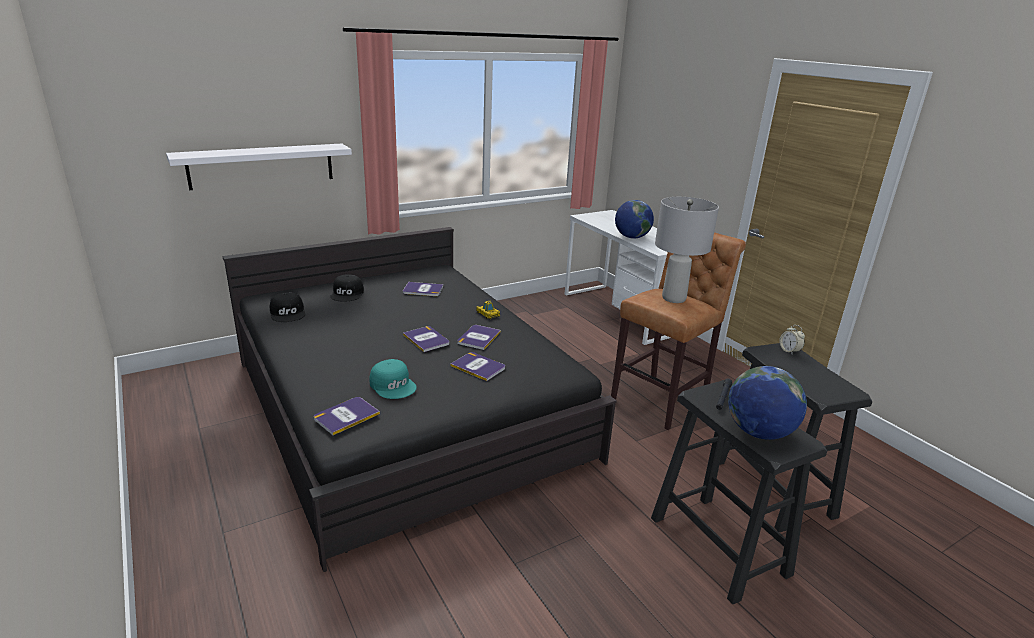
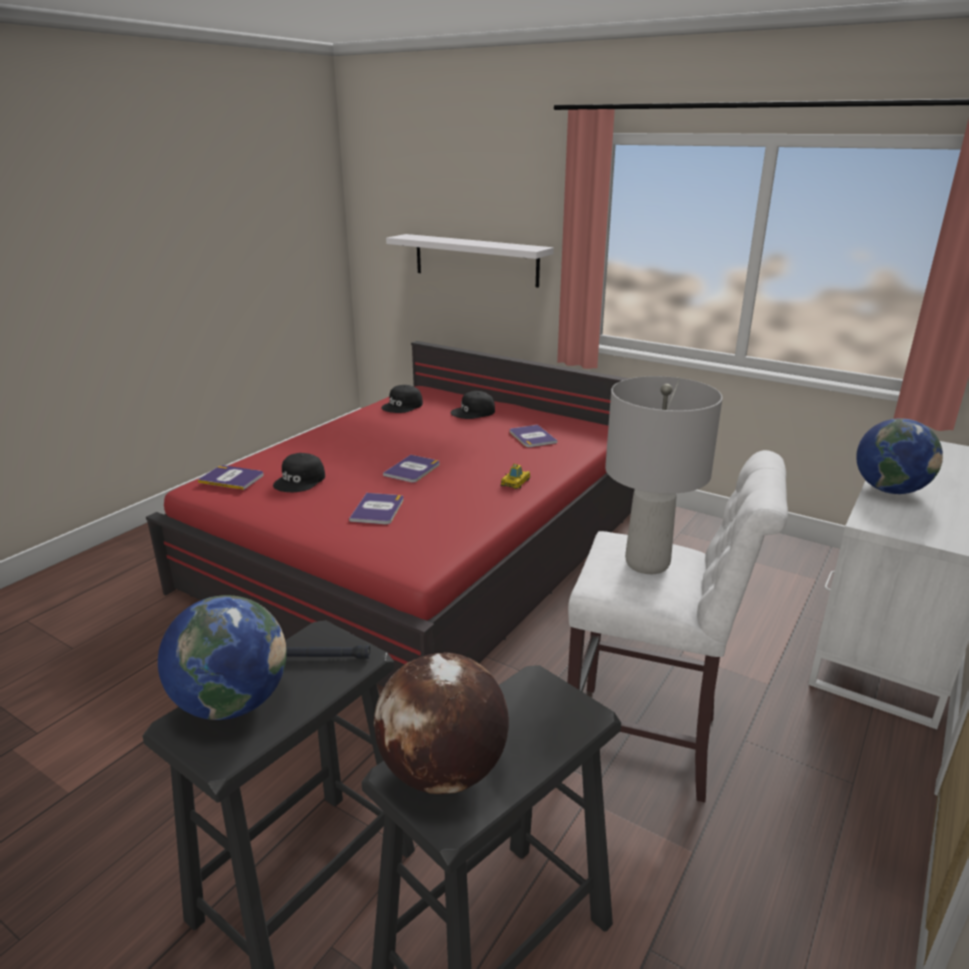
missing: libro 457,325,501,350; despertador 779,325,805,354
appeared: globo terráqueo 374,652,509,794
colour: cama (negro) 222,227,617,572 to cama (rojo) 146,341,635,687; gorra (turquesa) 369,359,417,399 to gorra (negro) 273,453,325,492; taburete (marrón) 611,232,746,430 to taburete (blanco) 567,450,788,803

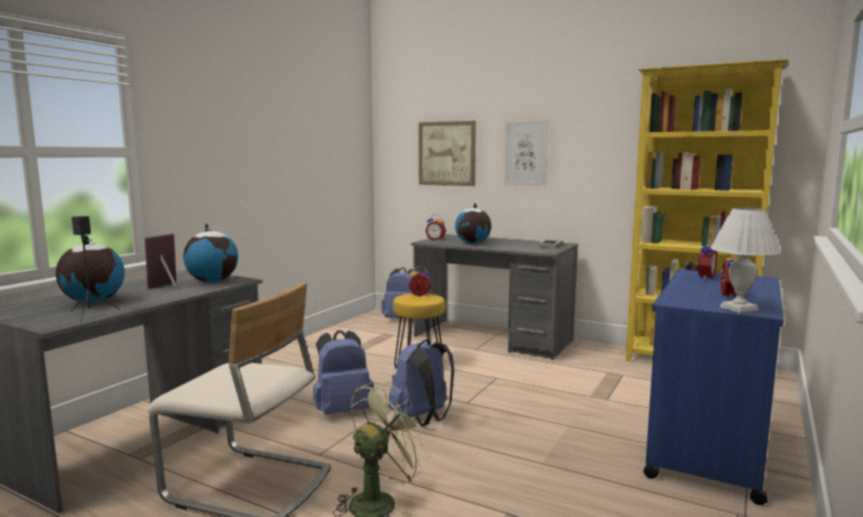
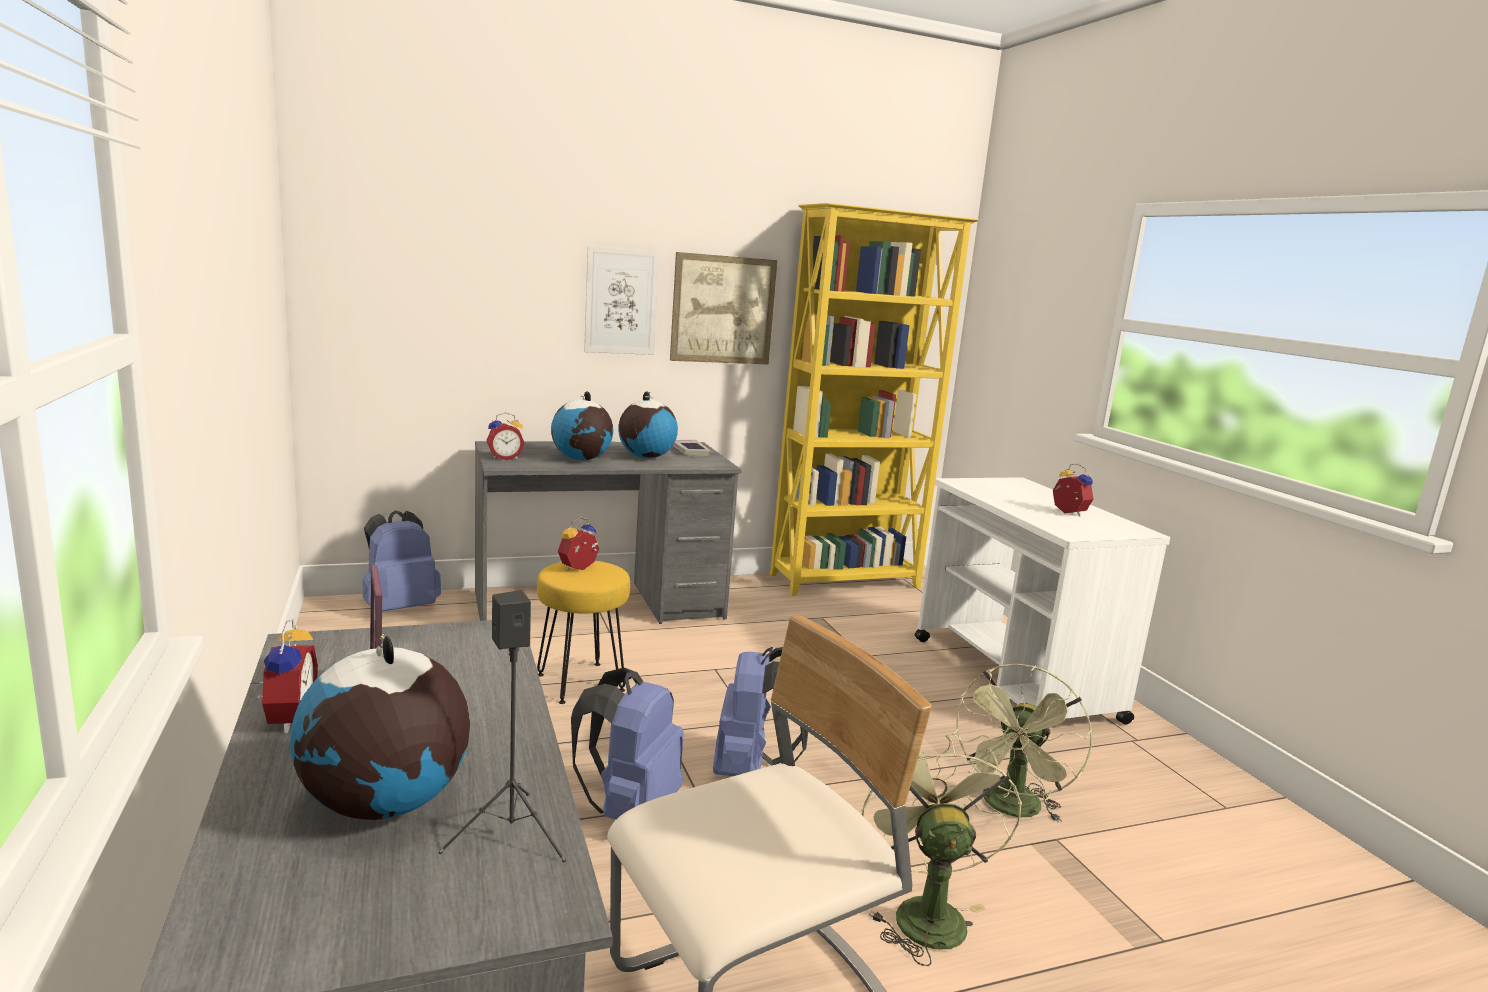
missing: lámpara de mesa (blanco) 711,208,780,313
appeared: ventilador (verde) 952,664,1093,823
relocated: despertador 696,238,717,279 to 252,618,318,733; globo terráqueo 183,224,238,283 to 618,392,678,459; cuadro 419,121,476,186 to 670,252,777,364
colour: carrito (azul) 643,269,784,505 to carrito (blanco) 914,477,1170,729

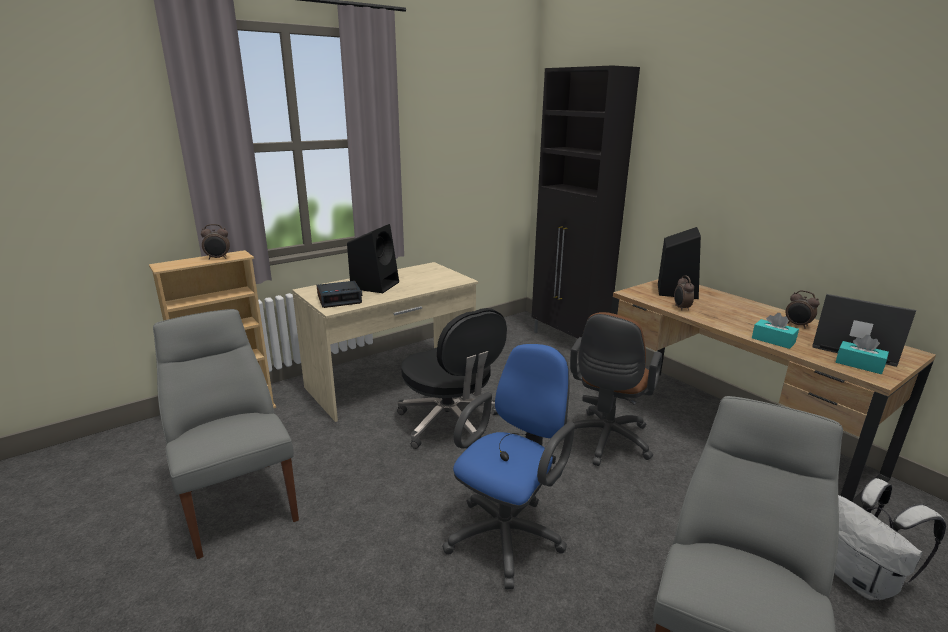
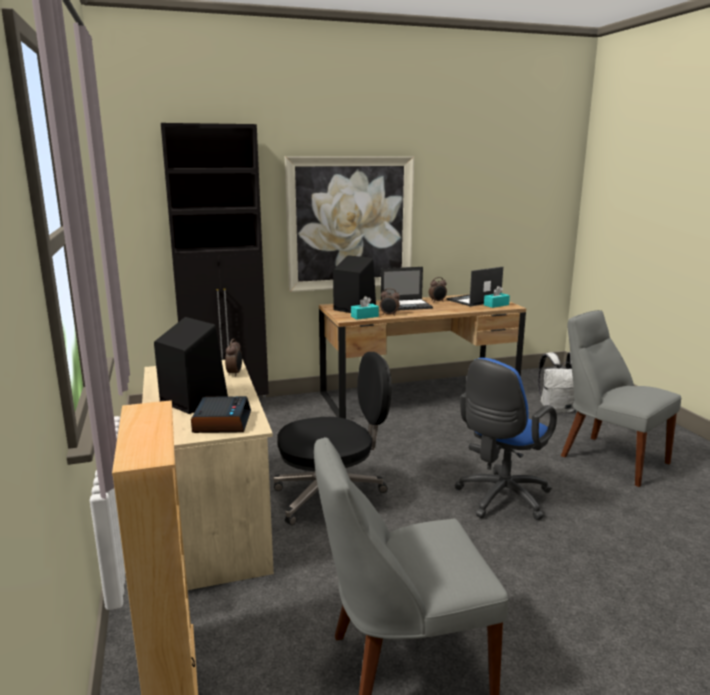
missing: silla de oficina (marrón) 564,312,662,466
appeared: cuadro 285,156,414,292; portátil 381,267,433,311
relocated: despertador 201,224,230,260 to 225,339,242,377; caja de pañuelos (turquesa) 752,313,799,349 to 351,296,379,320
spun: silla de oficina (azul) 442,344,575,589 = 455,358,557,520 105 degrees counterclockwise

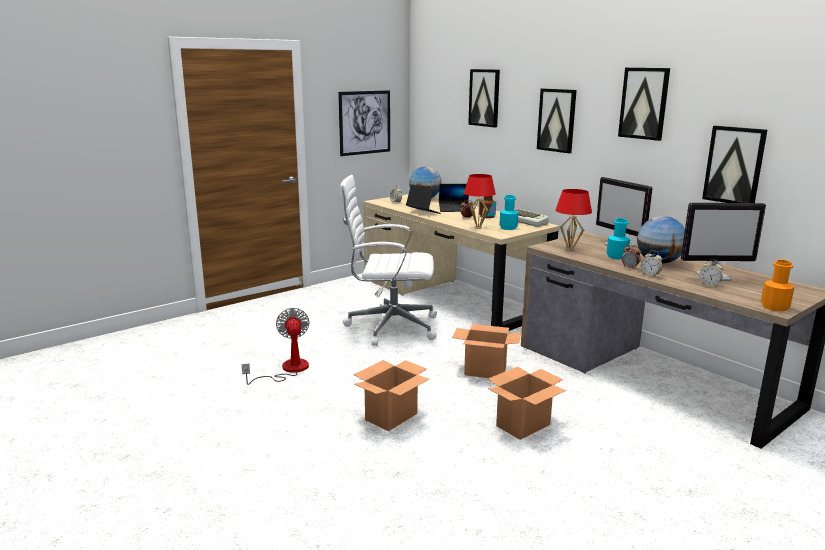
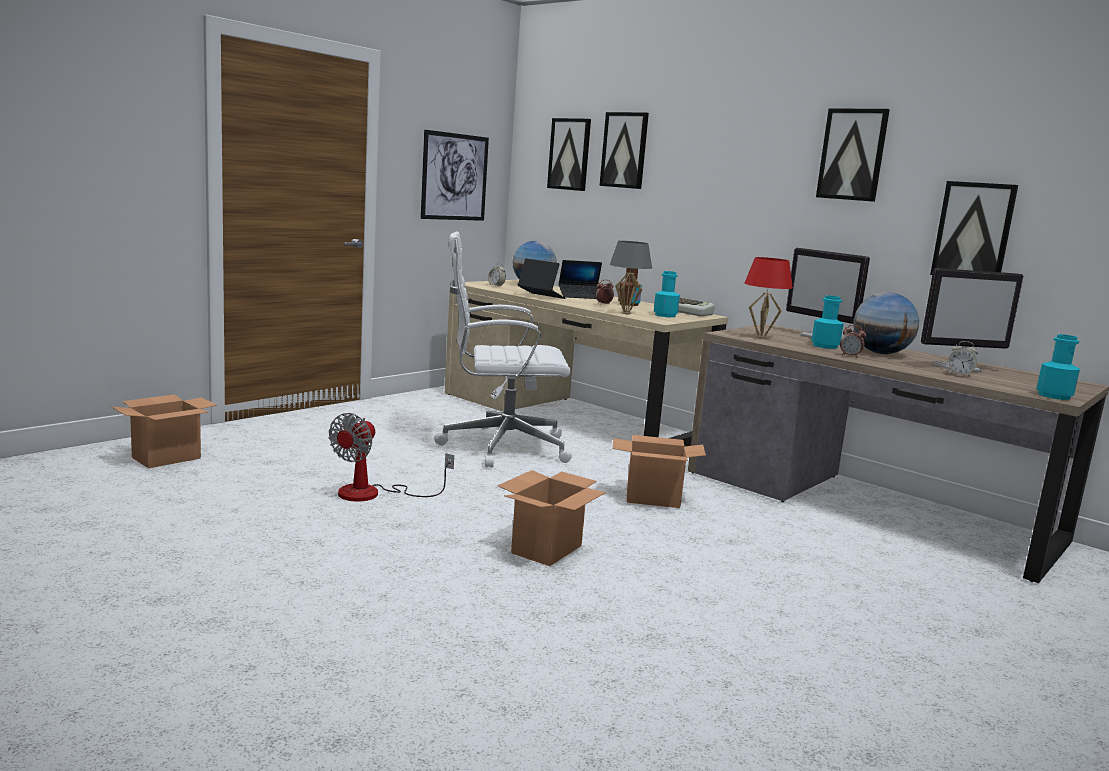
missing: despertador 640,251,663,277
relocated: caja de cartón 488,367,566,440 to 111,394,218,468; cuadro 537,89,577,153 to 547,118,591,191
colour: lámpara de mesa (rojo) 464,174,496,229 to lámpara de mesa (gris) 610,241,652,314; botella (naranja) 761,260,794,311 to botella (turquesa) 1036,334,1080,400
spun: ventilador 242,308,310,385 = 329,413,454,502 135 degrees counterclockwise

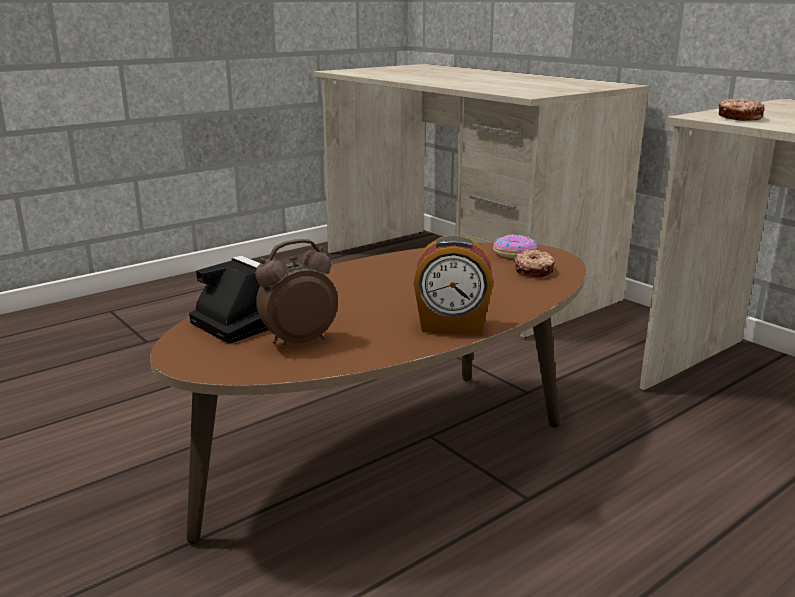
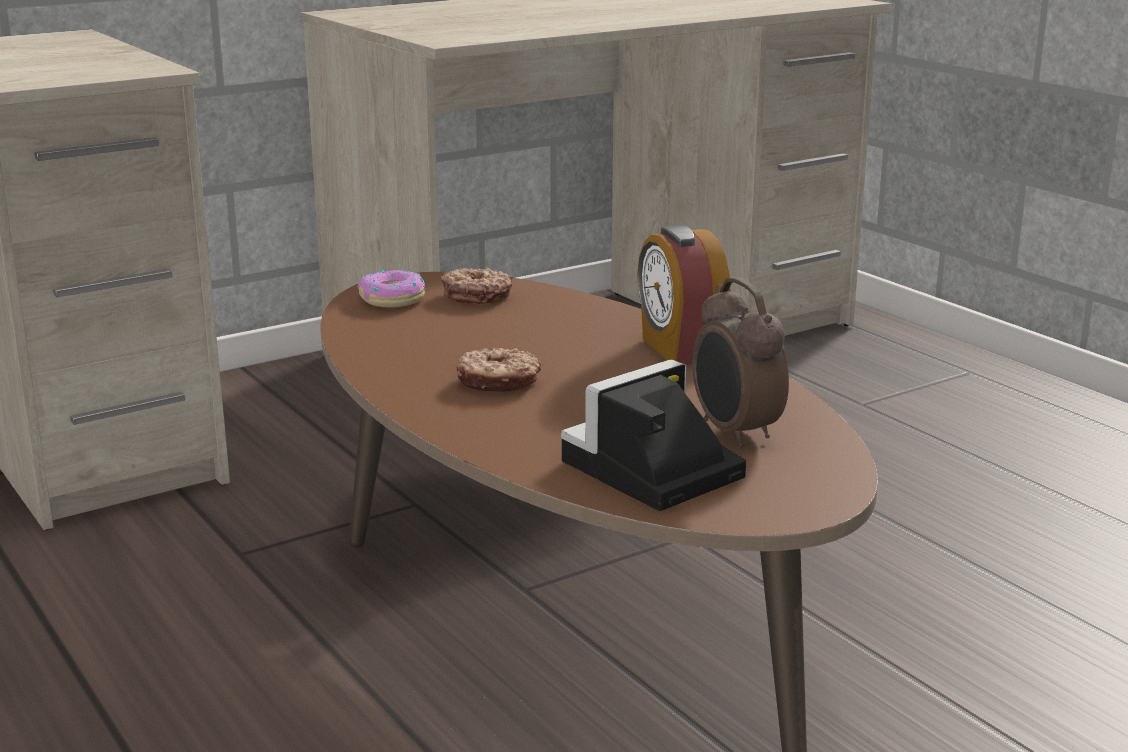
relocated: rosquilla 718,99,765,121 to 456,348,541,392
spun: despertador 413,235,493,334 = 637,225,731,364 150 degrees clockwise

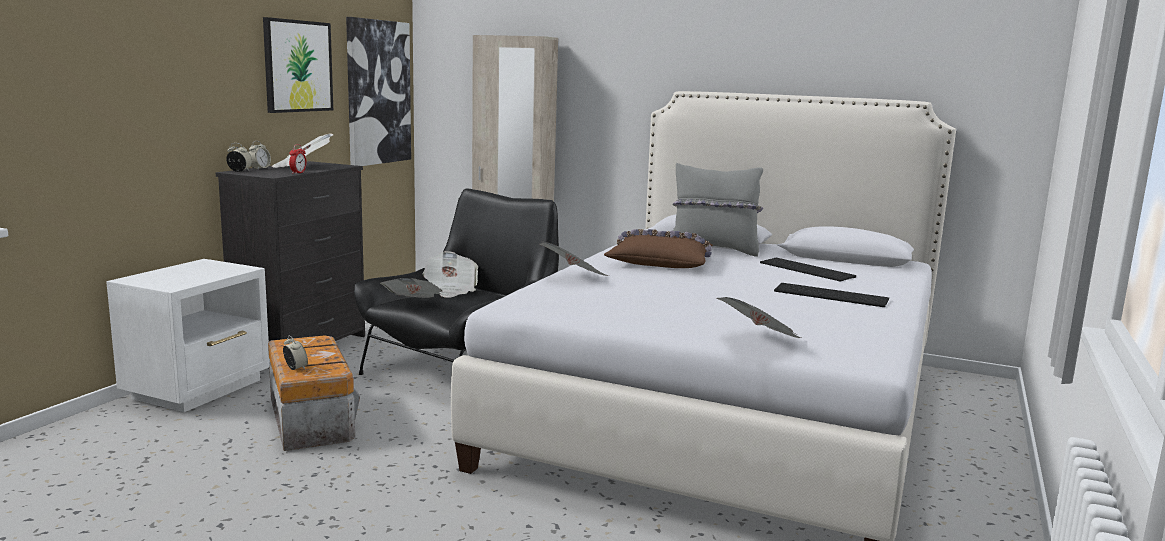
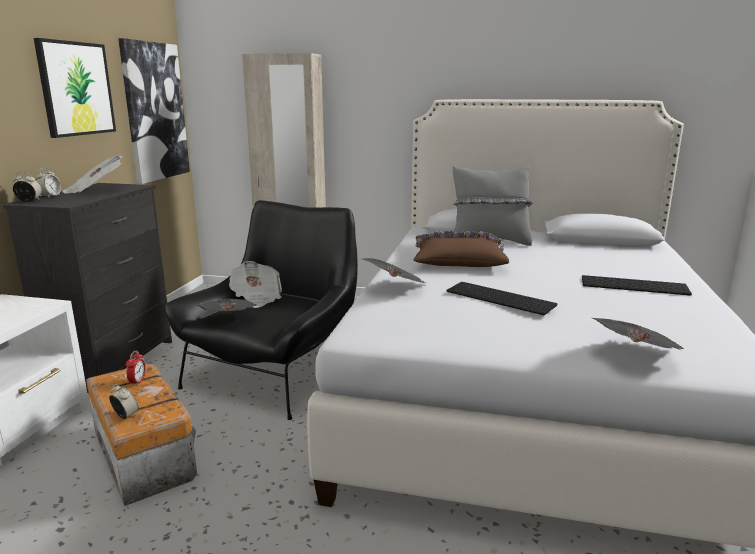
relocated: despertador 289,144,307,174 to 126,351,145,386; teclado 760,258,856,281 to 446,282,557,315

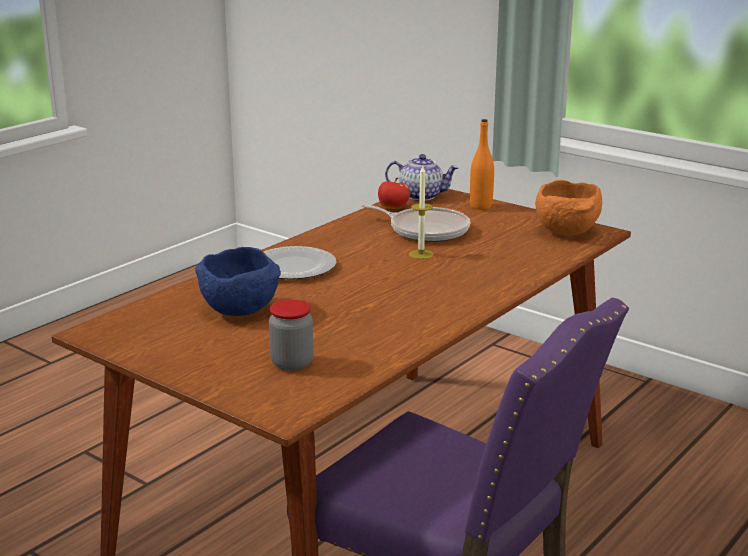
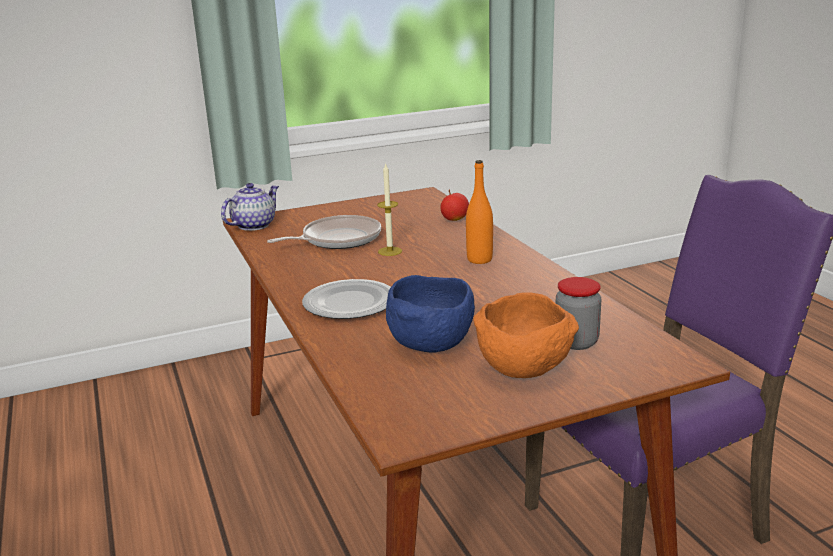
relocated: manzana 378,177,410,209 to 440,189,469,221; botella (naranja) 470,119,494,210 to 466,160,493,264; cuenco (naranja) 535,180,602,236 to 473,293,579,378

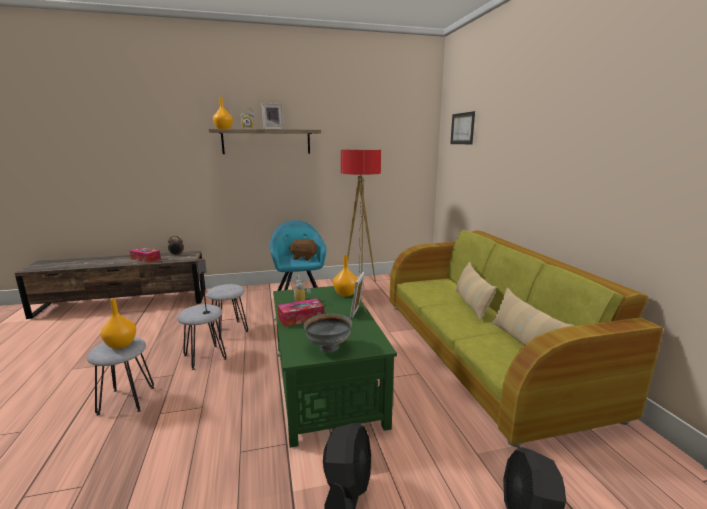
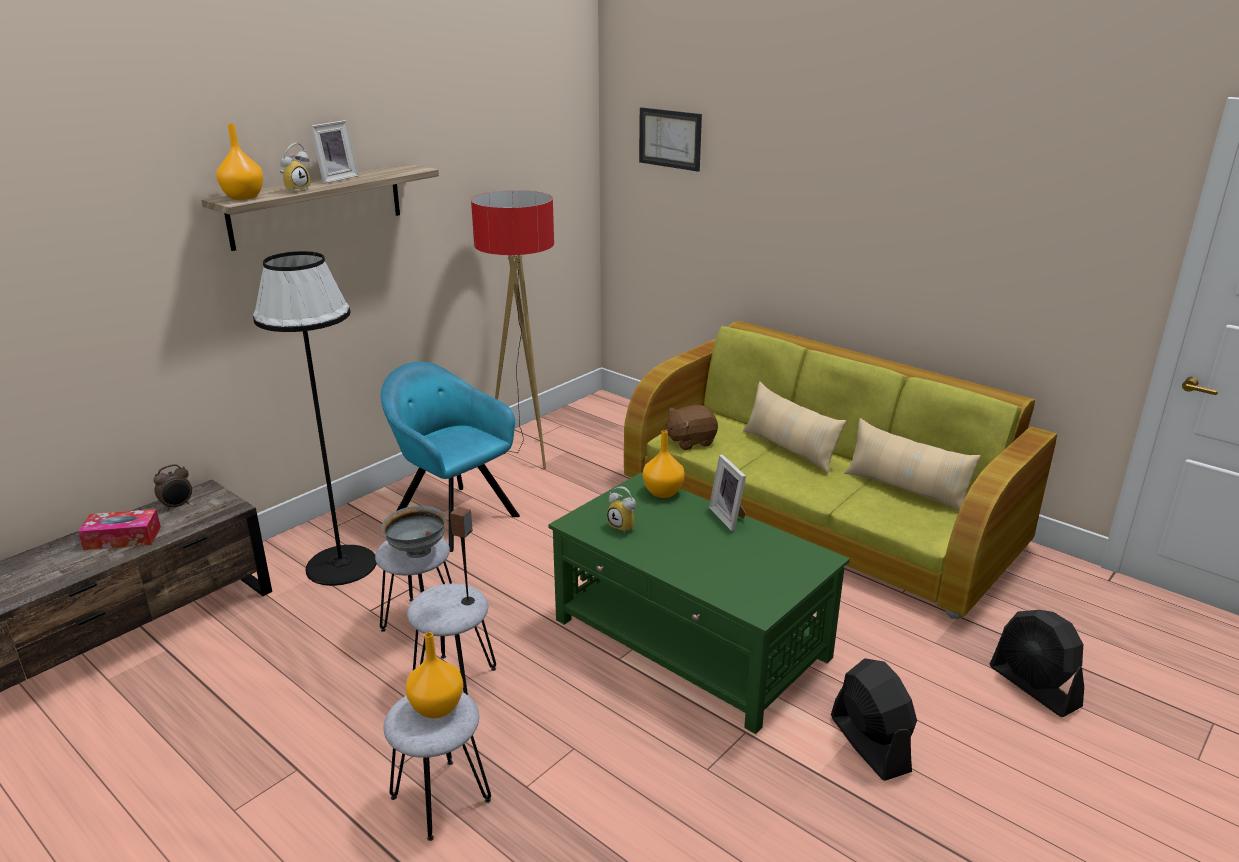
missing: caja de pañuelos 278,298,324,327
appeared: lámpara de pie (negro) 253,251,377,586
relocated: cuenco (gris) 303,313,352,352 to 381,506,446,558; peluche (marrón) 289,239,318,261 to 665,405,718,450

